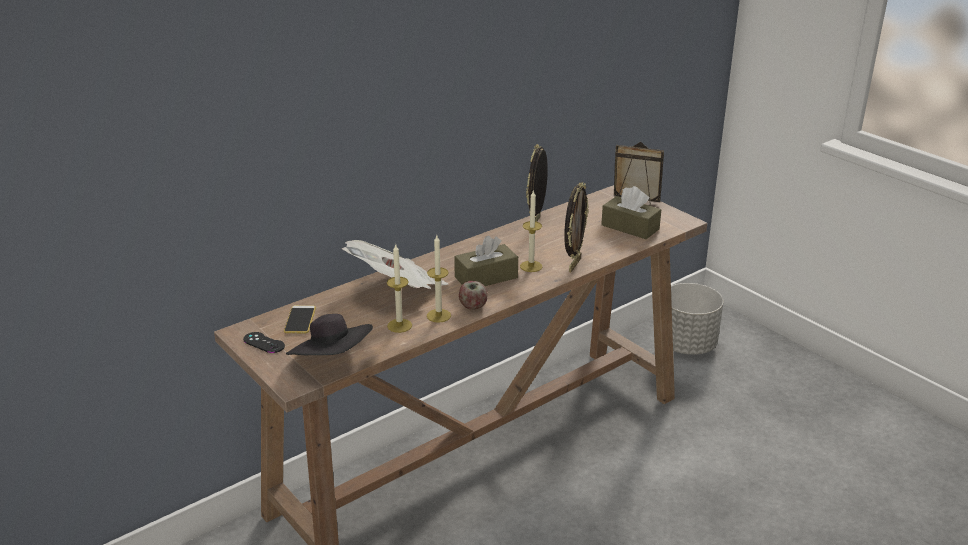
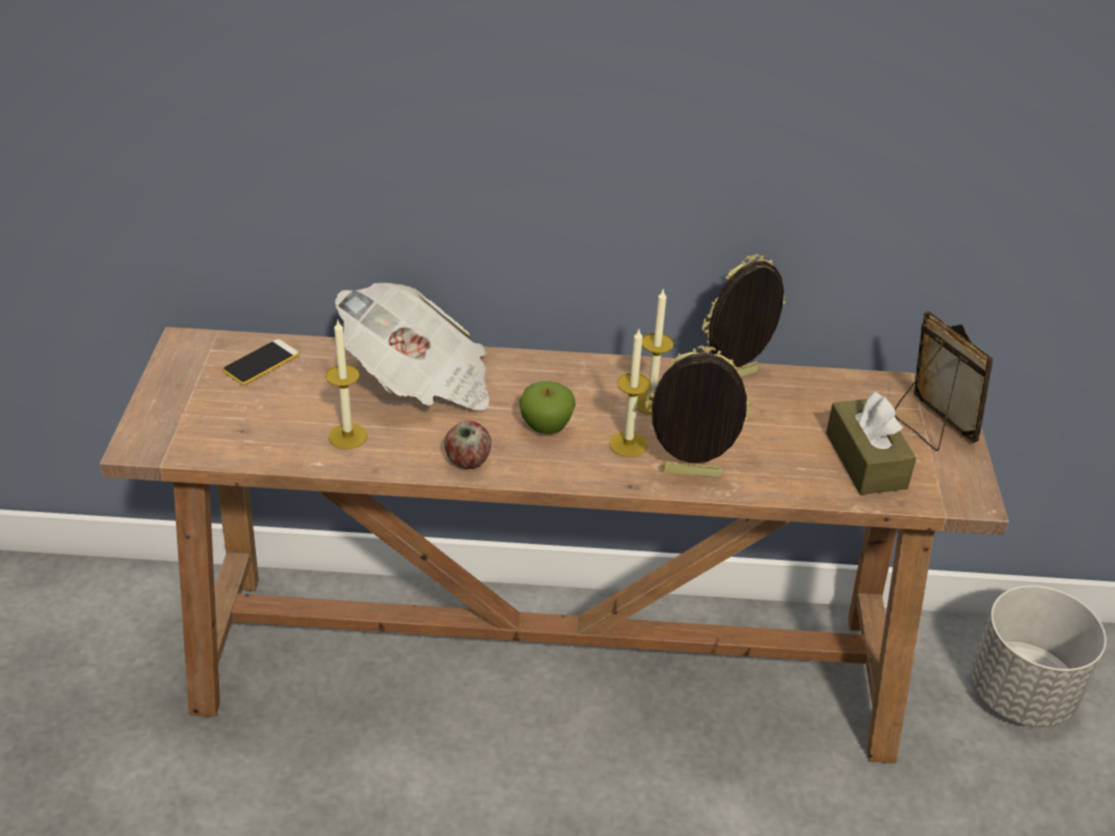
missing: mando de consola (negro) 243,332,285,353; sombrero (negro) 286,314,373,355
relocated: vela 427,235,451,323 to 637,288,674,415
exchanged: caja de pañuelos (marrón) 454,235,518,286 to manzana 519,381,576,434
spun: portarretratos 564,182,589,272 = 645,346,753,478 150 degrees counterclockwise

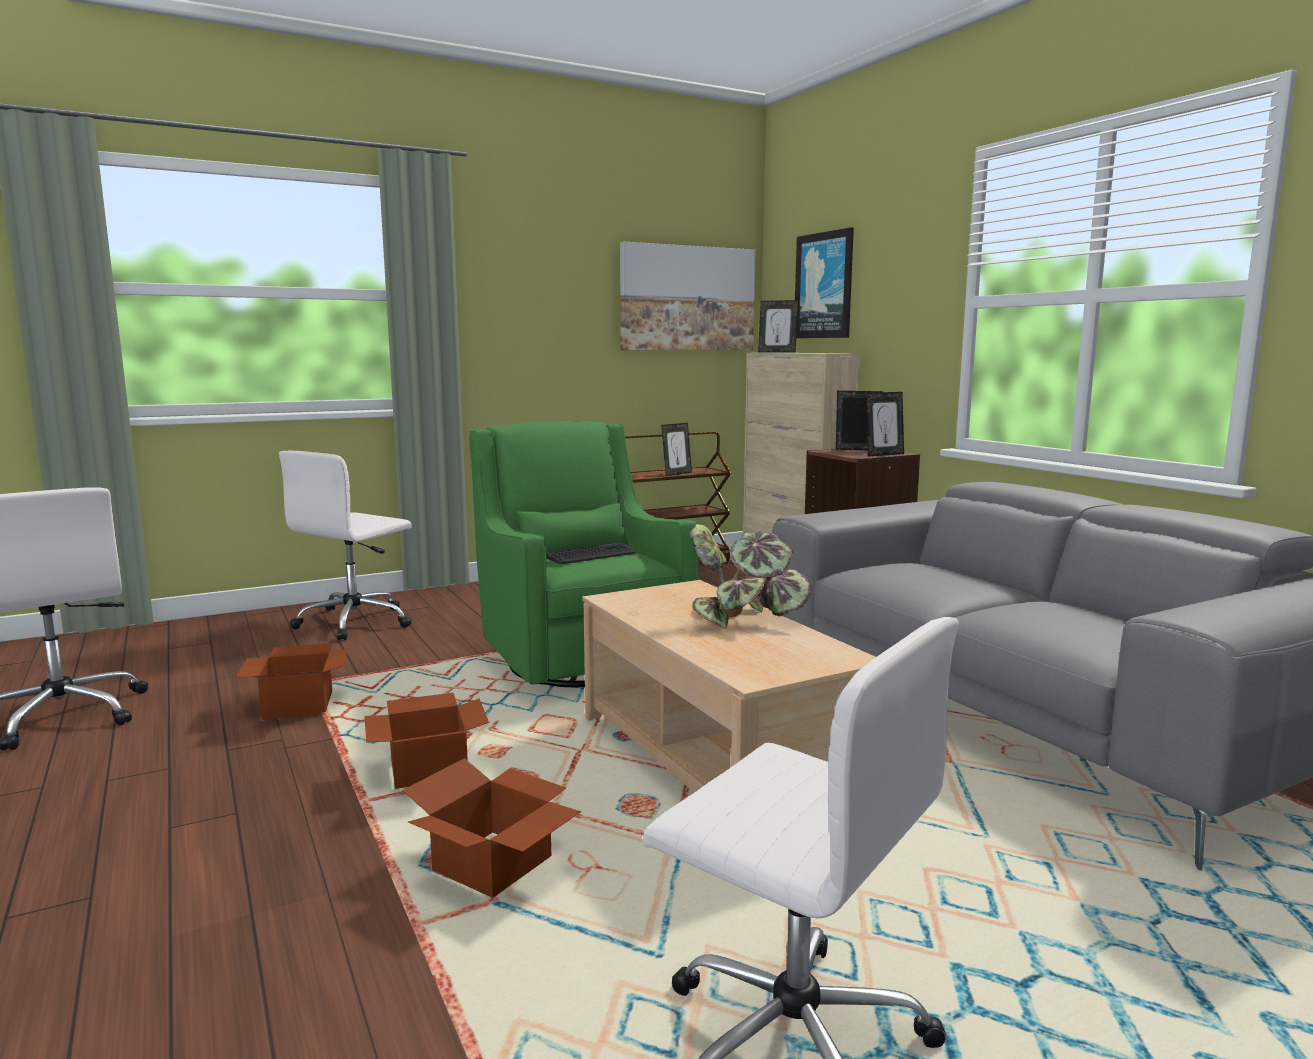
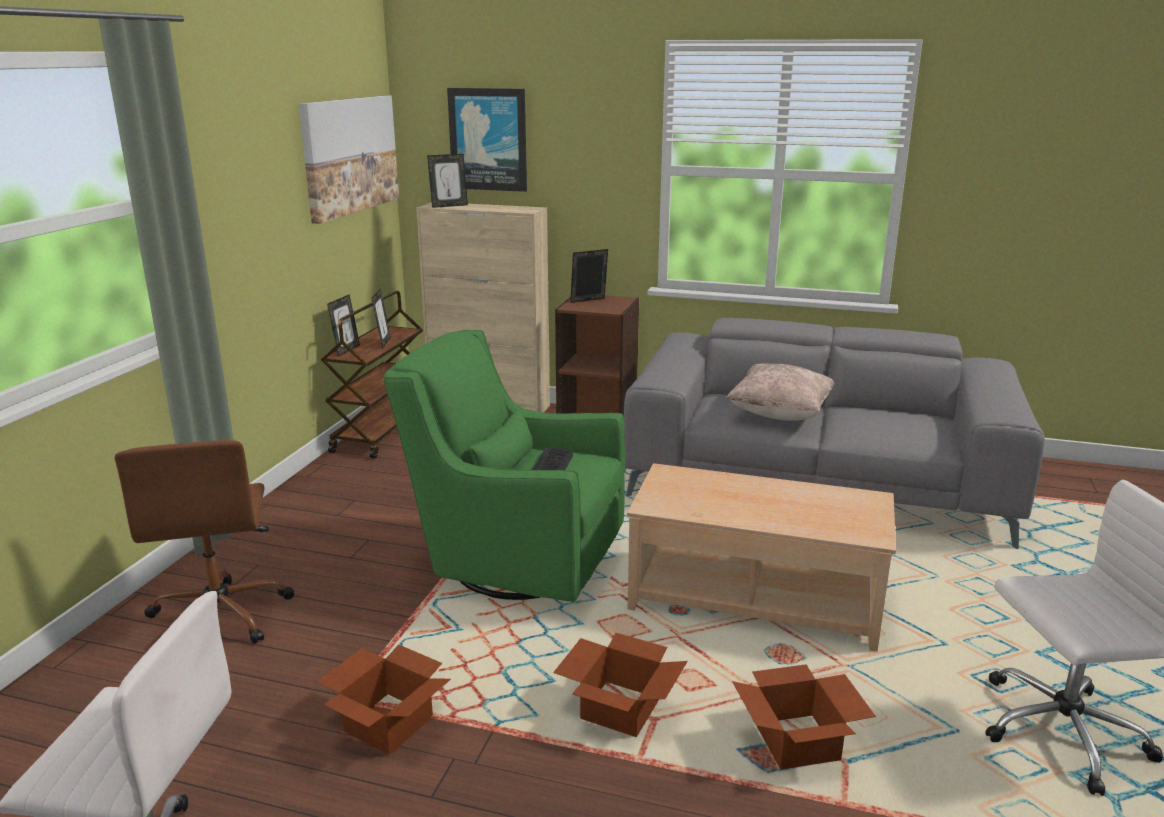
missing: planta en maceta 689,524,811,629
appeared: cojín (beis) 726,364,835,421
relocated: portarretratos 866,392,904,457 to 327,294,360,357
colour: silla de oficina (blanco) 279,450,412,640 to silla de oficina (marrón) 115,440,294,644

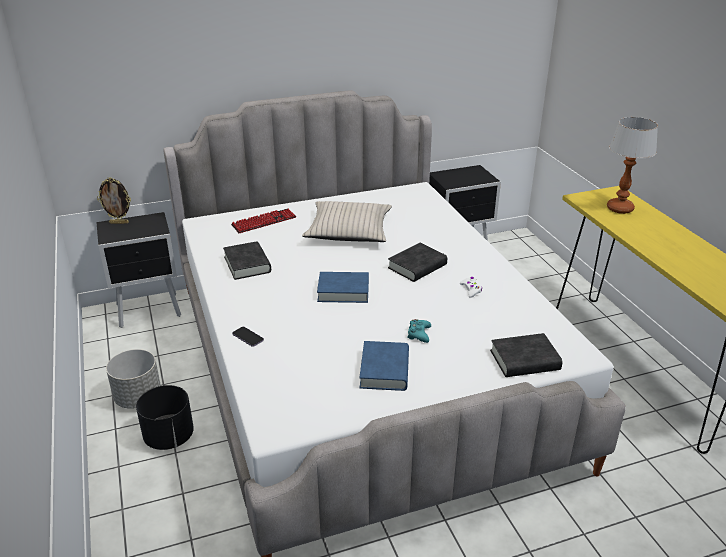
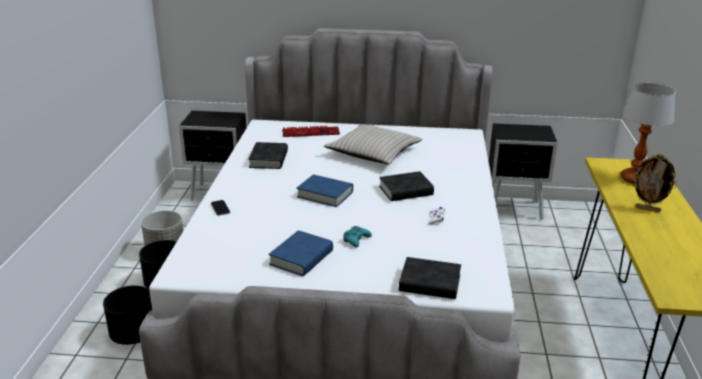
appeared: maceta (negro) 103,285,152,345
relocated: portarretratos 97,178,131,224 to 633,154,677,212

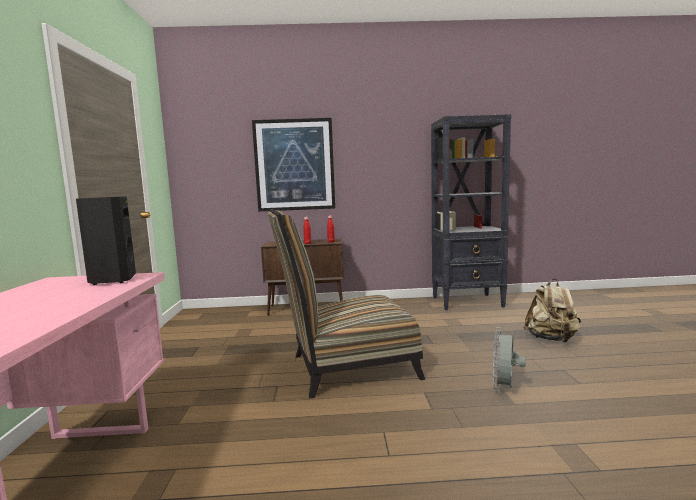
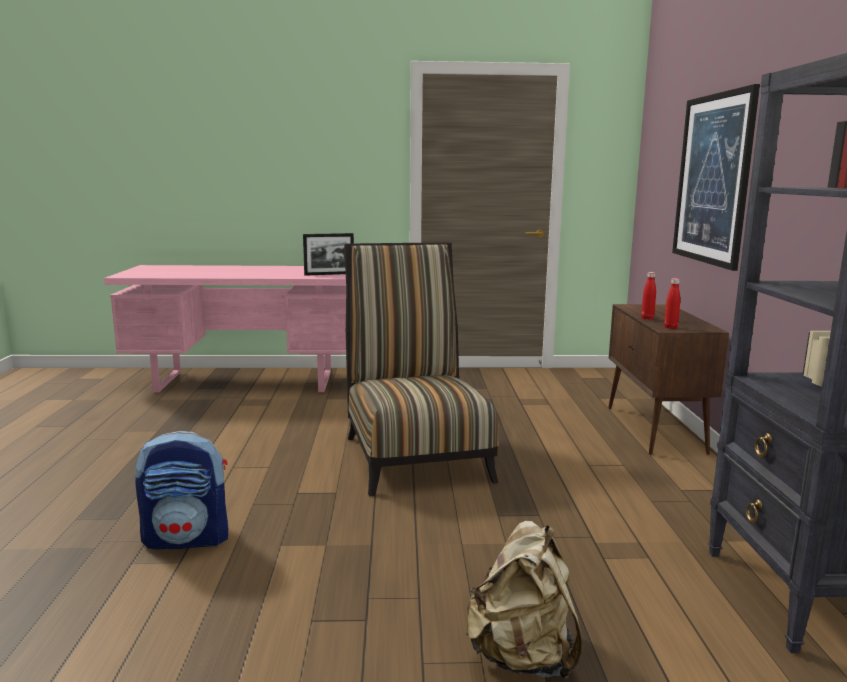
missing: ventilador (gris) 493,327,526,391
appeared: mochila 135,431,228,549
exchanged: altavoz (negro) 76,196,136,285 to portarretratos 303,233,354,276

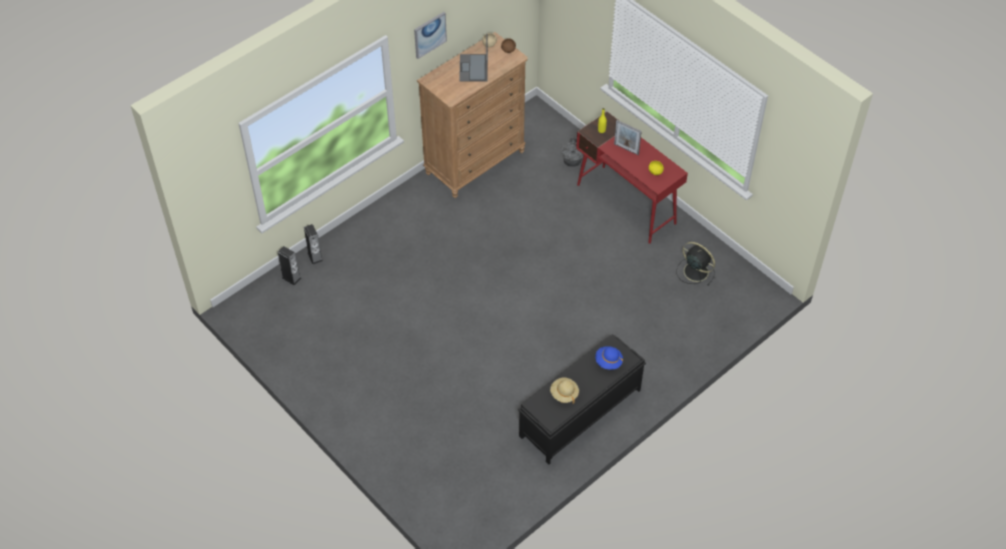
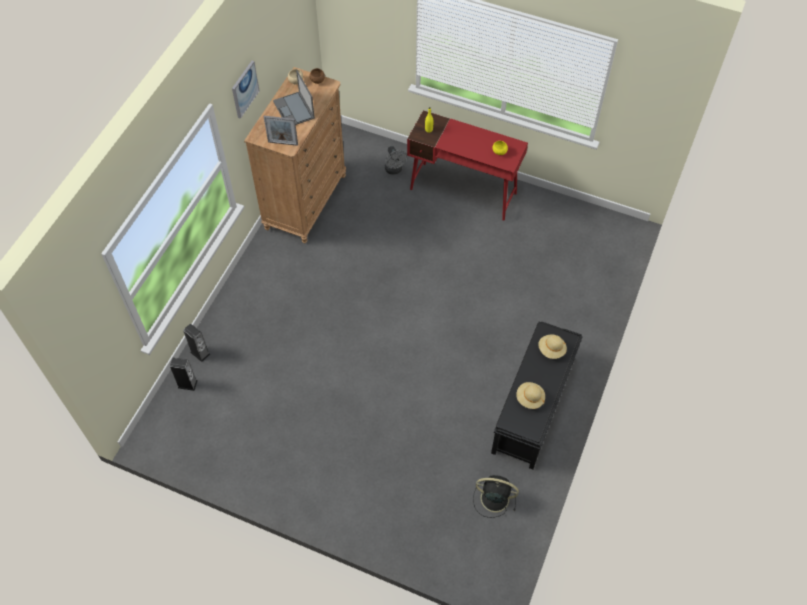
relocated: portarretratos 614,120,642,155 to 264,116,298,146; ventilador (negro) 676,242,715,286 to 473,475,519,518
colour: sombrero (azul) 595,346,623,370 to sombrero (beis) 538,334,567,359

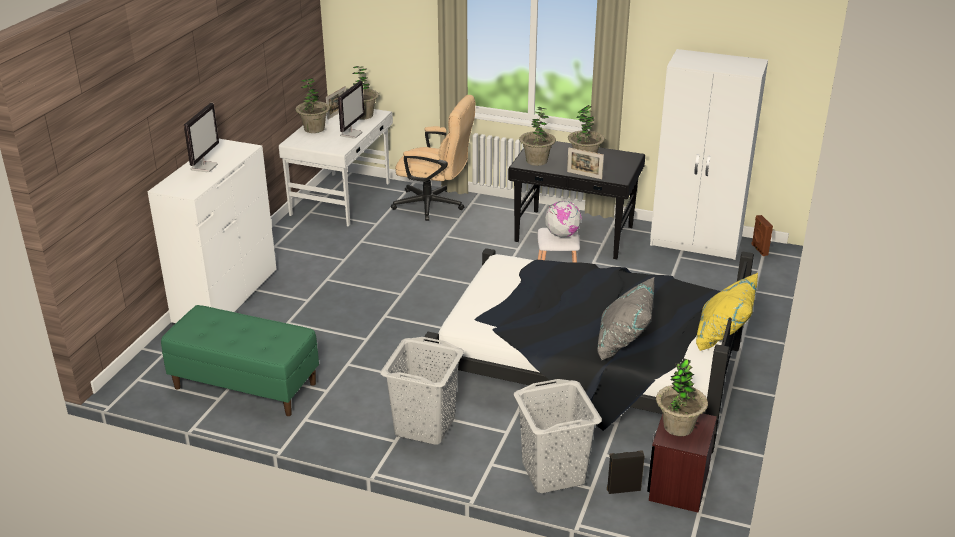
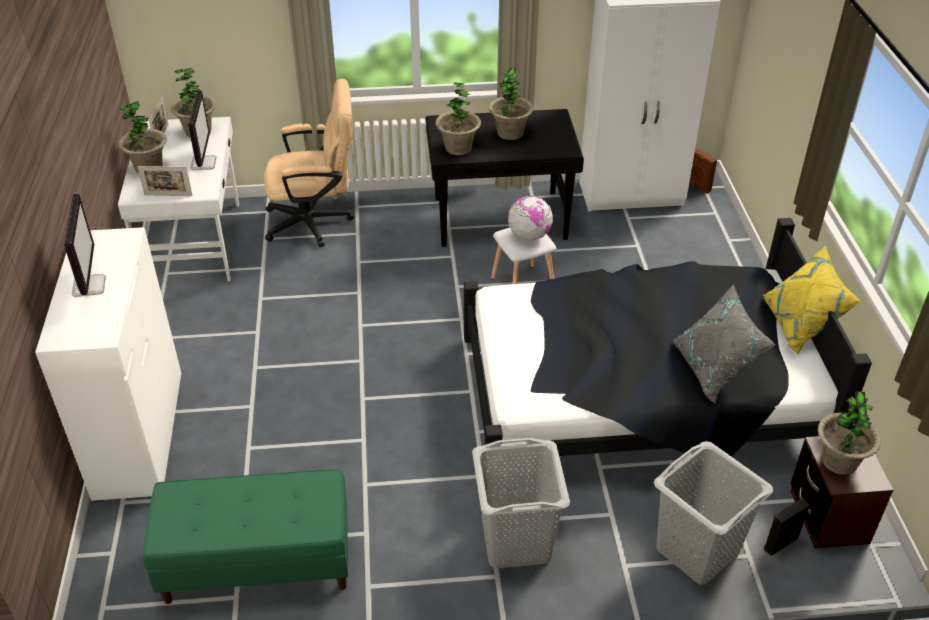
relocated: portarretratos 567,147,604,179 to 137,166,192,196

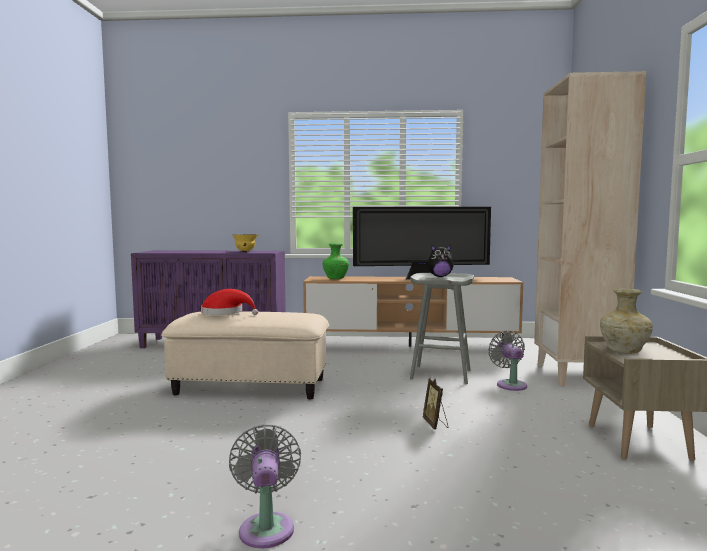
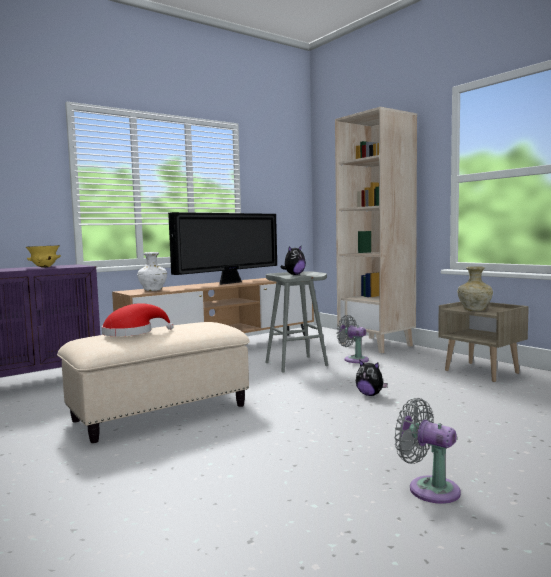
exchanged: portarretratos 423,378,448,430 to peluche 356,359,388,396
colour: florero (verde) 323,243,349,279 to florero (blanco) 137,252,167,291

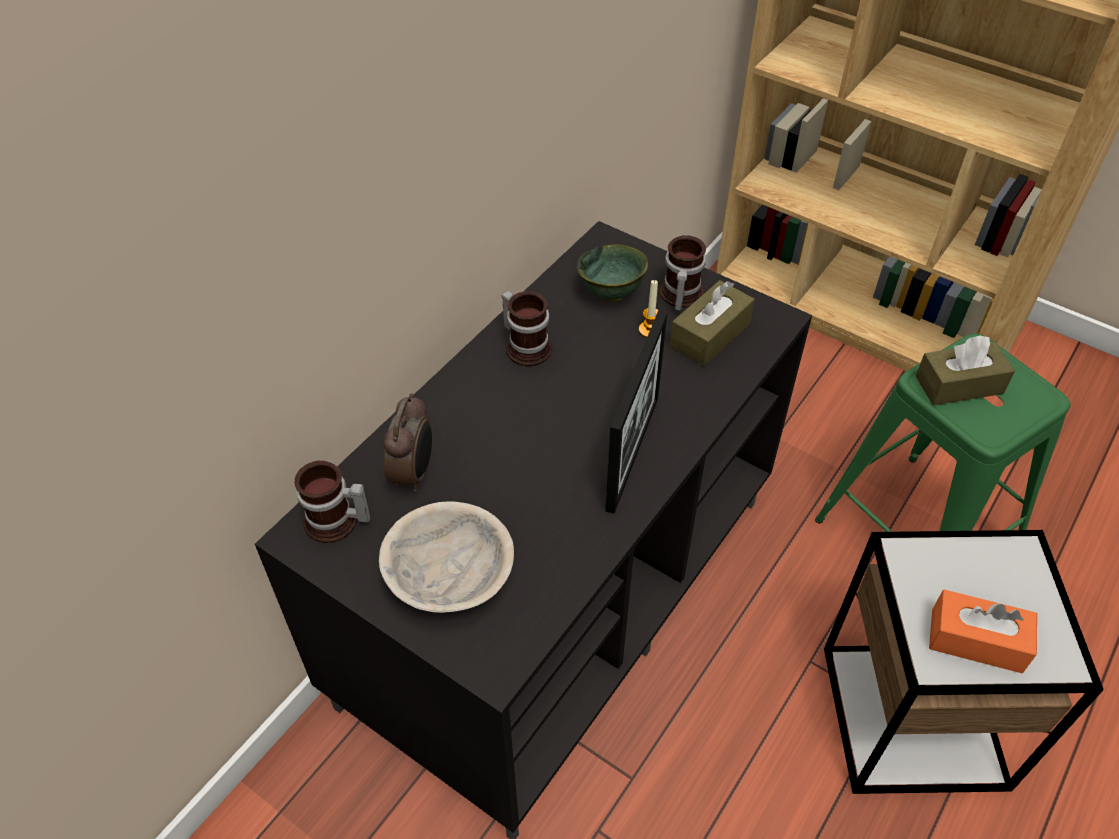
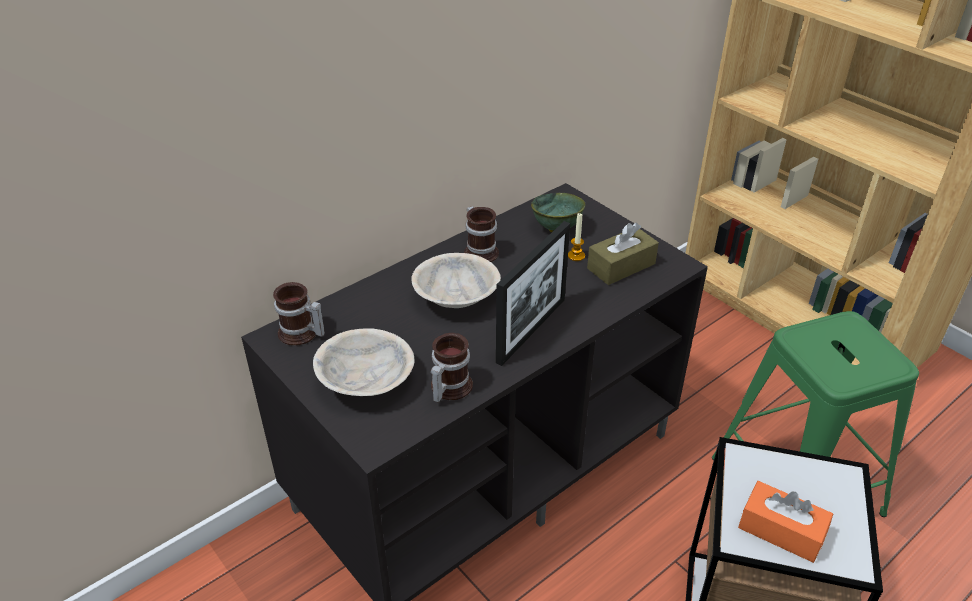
missing: despertador 384,393,432,492; caja de pañuelos (marrón) 916,335,1015,405
appeared: cuenco (beis) 411,253,501,308
relocated: taza grande 660,235,706,311 to 431,333,473,402

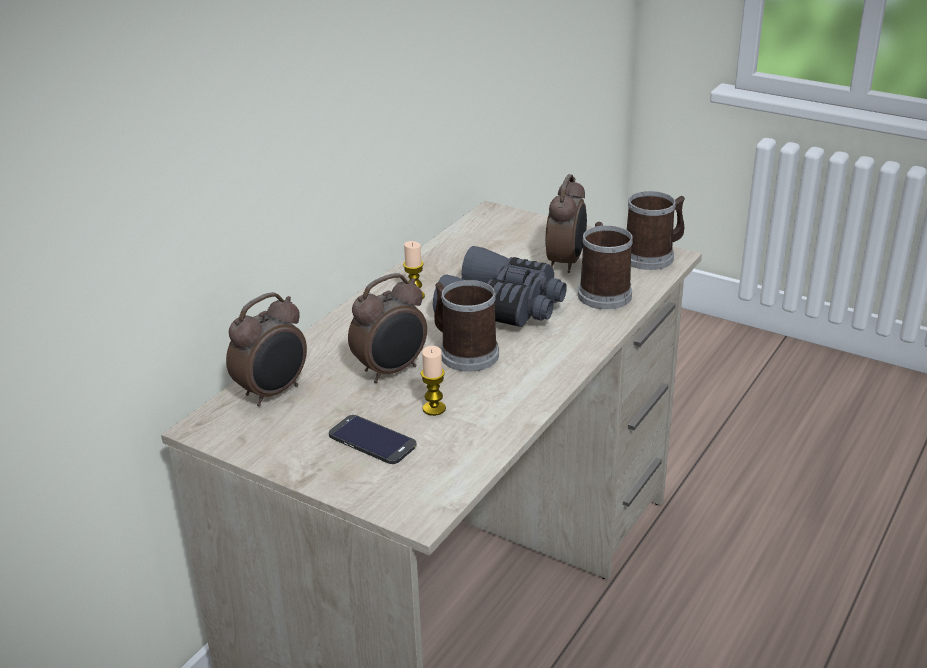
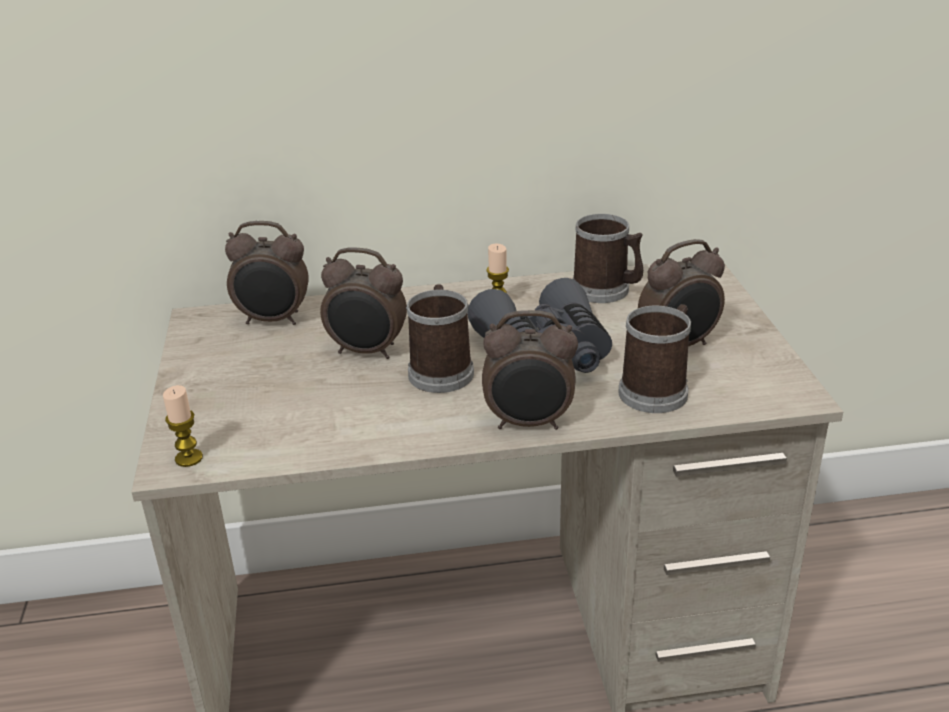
missing: móvil 329,415,417,464
appeared: despertador 482,310,578,430
relocated: vela 421,346,446,416 to 163,385,203,467; taza grande 627,191,685,270 to 573,214,643,303

